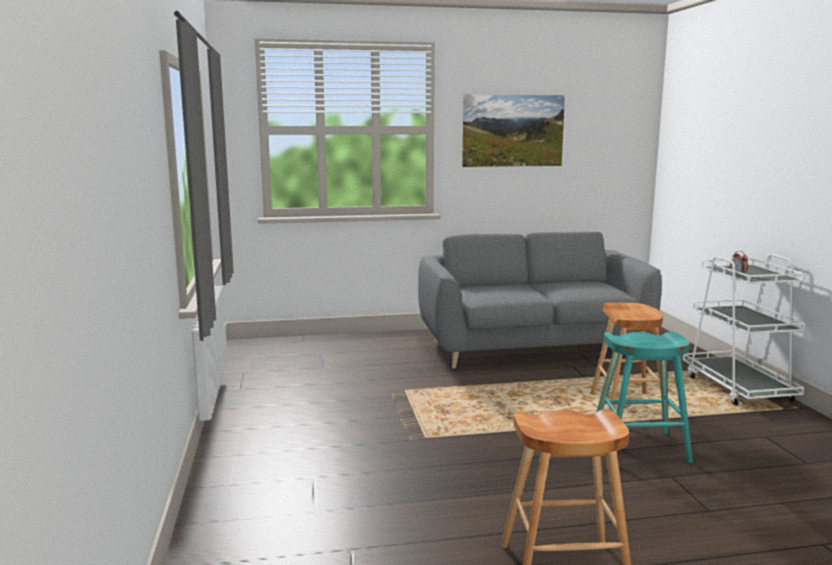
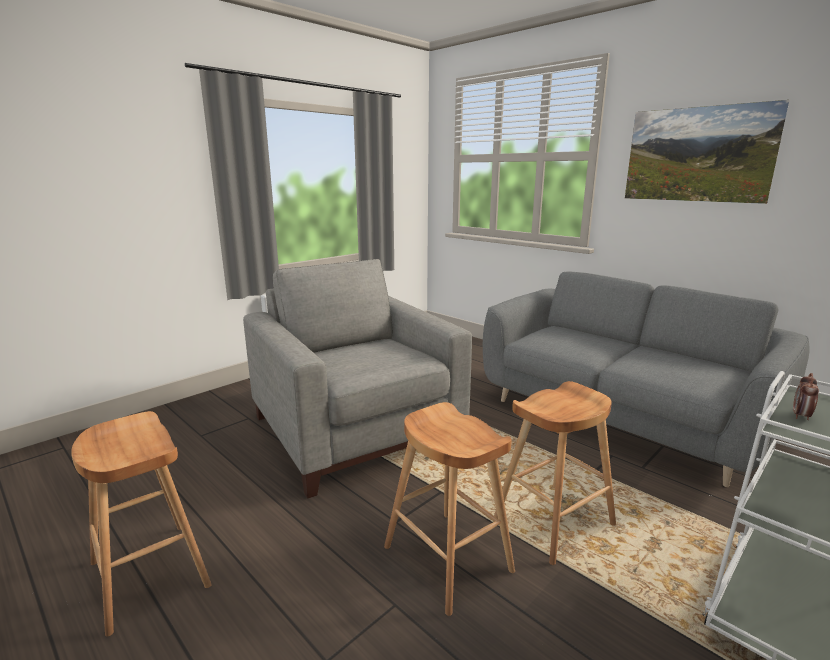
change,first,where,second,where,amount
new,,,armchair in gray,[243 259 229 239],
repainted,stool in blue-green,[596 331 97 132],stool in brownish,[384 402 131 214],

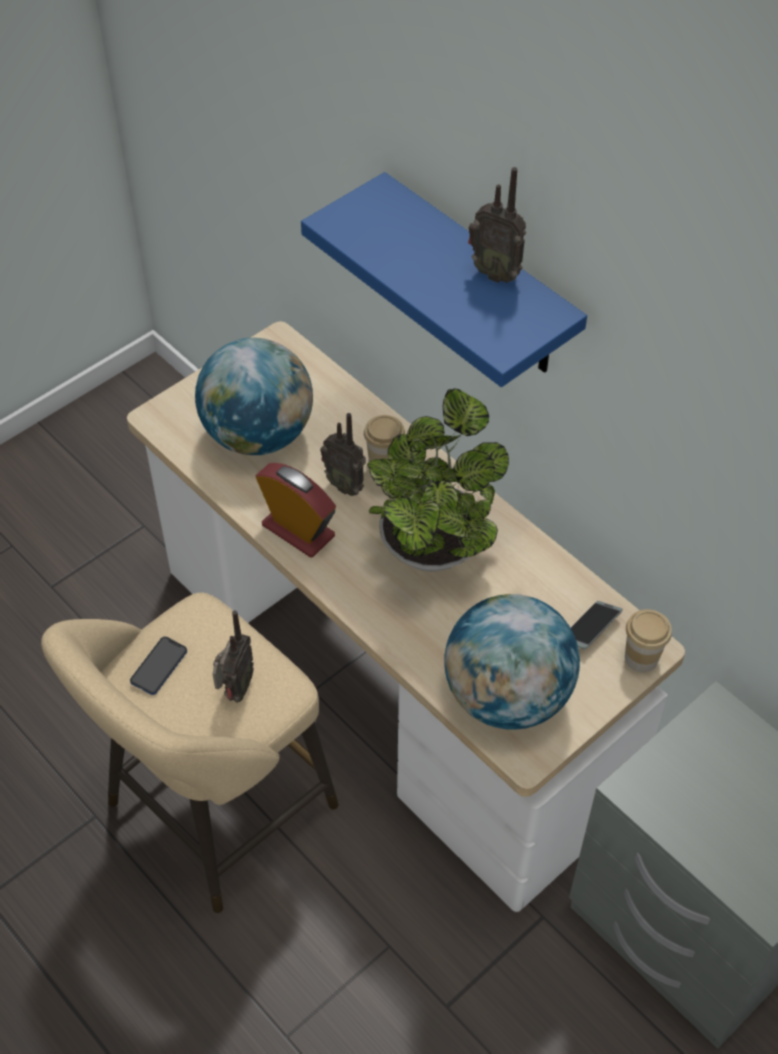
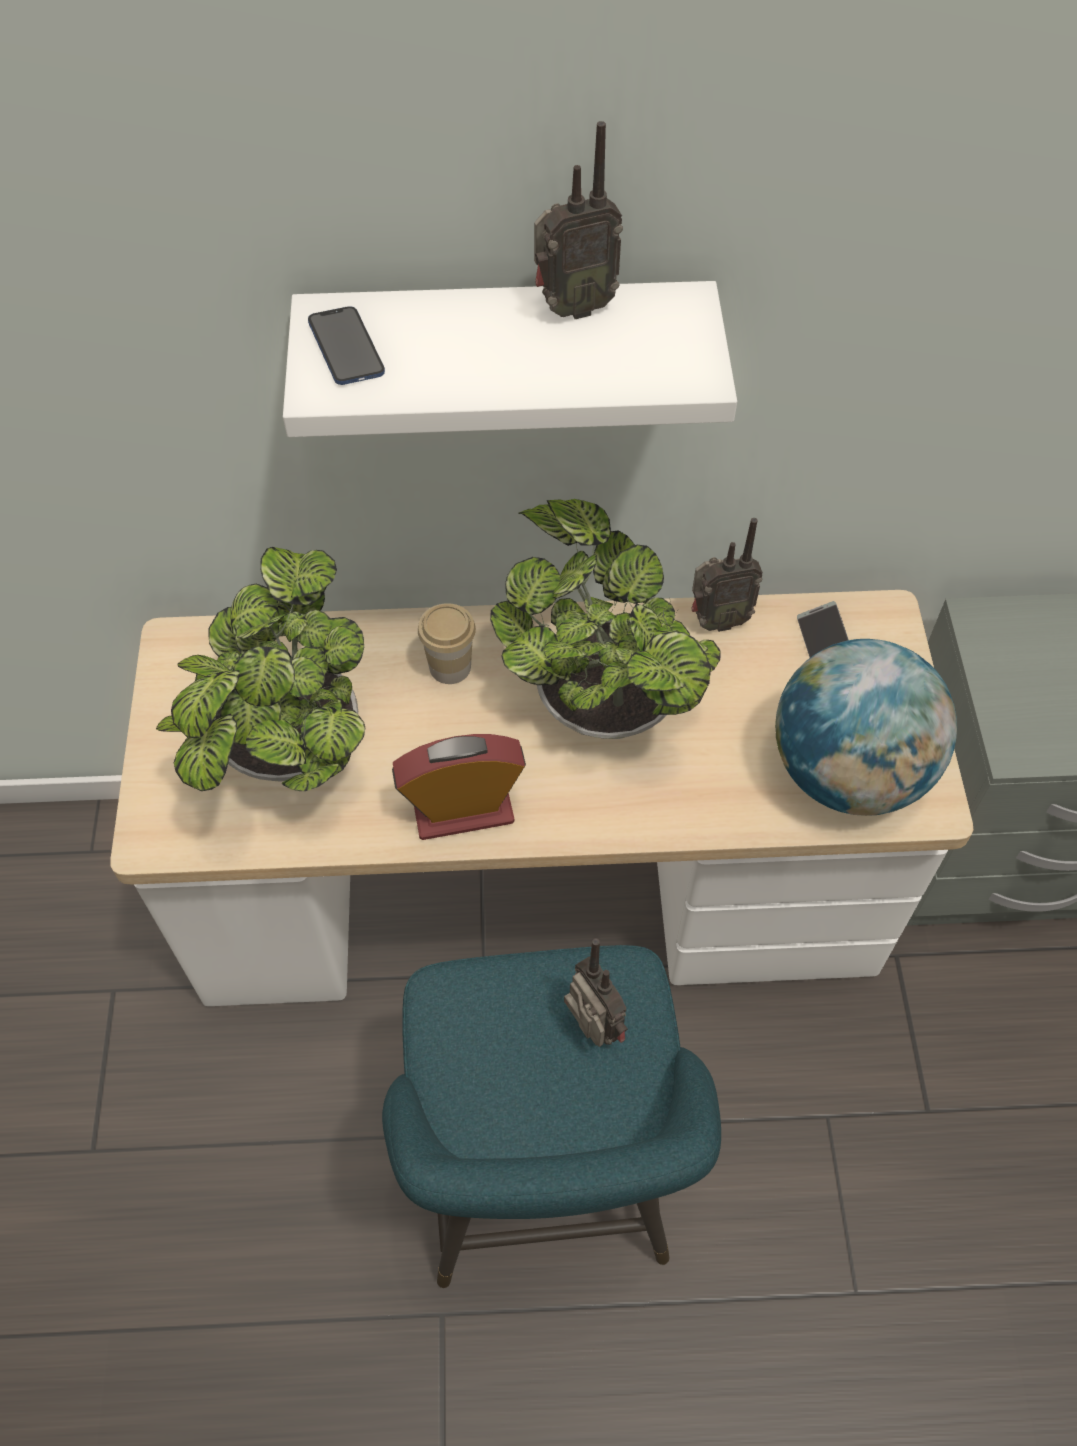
change,first,where,second,where,amount
gone,cup,[625 609 47 64],,,
shifted,phone,[130 637 57 58],,[308 306 77 79],
shifted,radio receiver,[320 413 46 83],,[692 518 71 114],
swapped,globe,[195 338 118 117],potted plant,[156 547 209 244],
repainted,stool in sand-coloured,[41 593 297 320],stool in blue-green,[382 945 339 343],
repainted,shelf in blue-coloured,[301 172 286 215],shelf in whitish,[283 281 454 156],

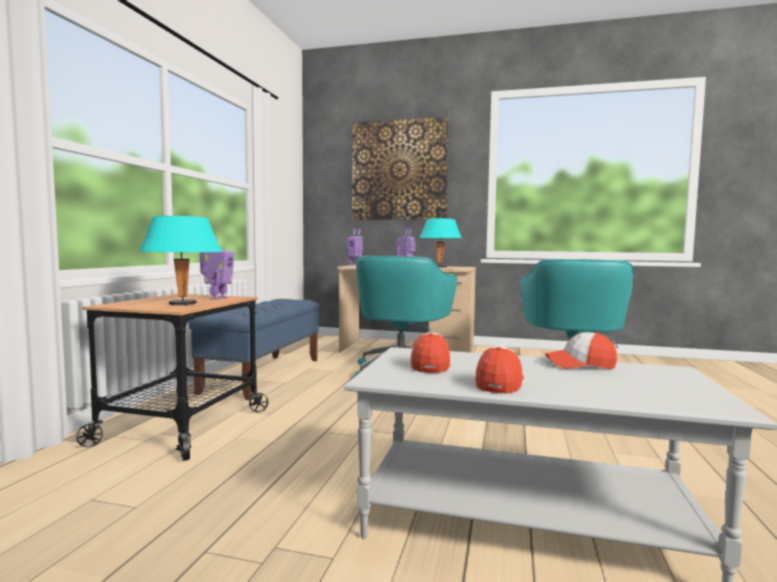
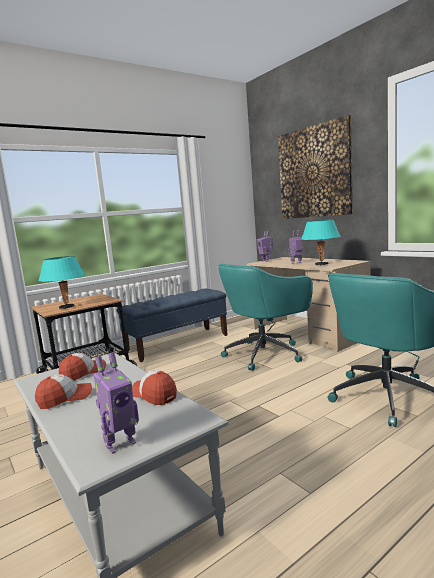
change,first,where,second,where,amount
shifted,robot figure,[199 236 35 64],,[93 352 46 102],

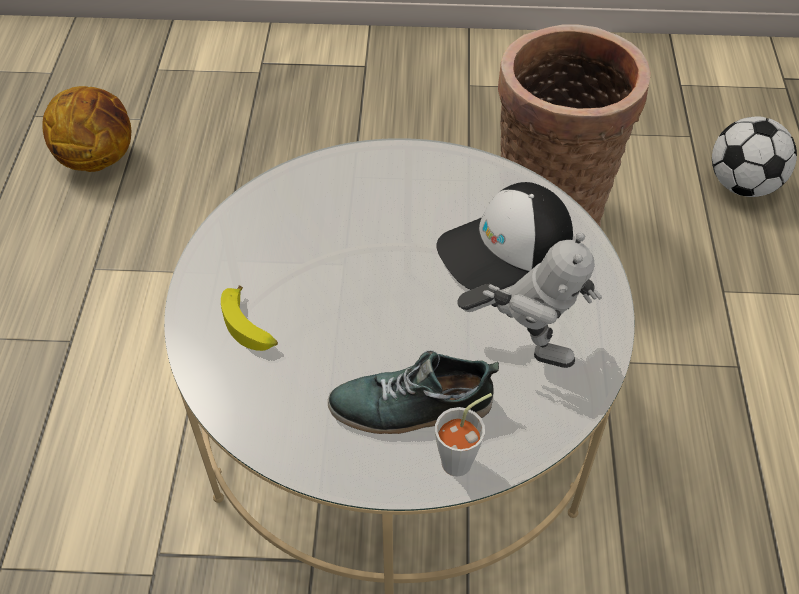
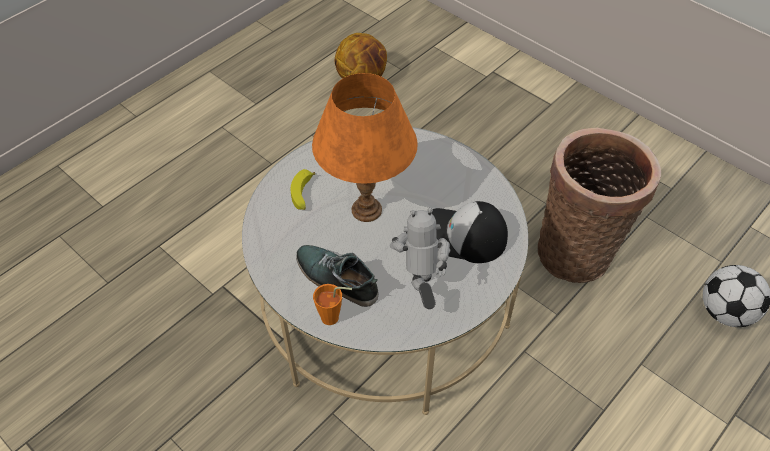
change,first,where,second,where,amount
new,,,lamp for a table in orange,[312 73 106 149],
repainted,cup in gray,[435 393 57 83],cup in orange,[313 284 39 41],
rotated,robot figure,[457 232 145 136],,[390 208 61 101],150 degrees counterclockwise

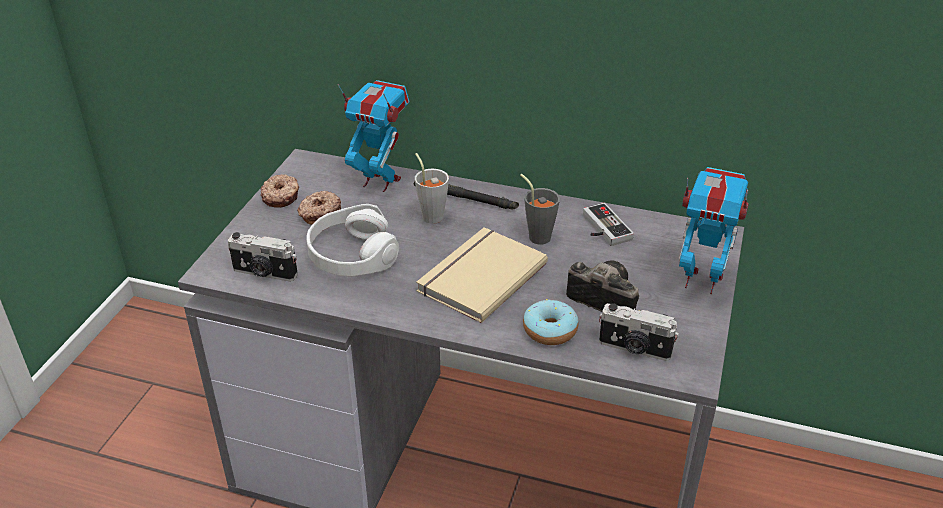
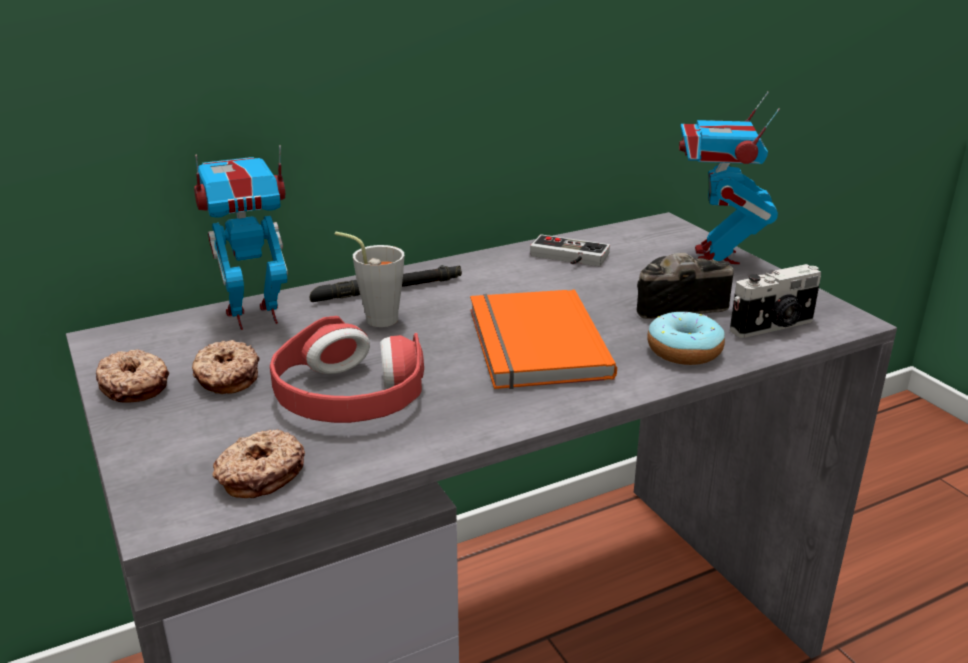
change,first,where,second,where,amount
gone,cup in gray,[520 174 40 70],,,
swapped,photo camera,[228 232 70 50],doughnut,[212 429 93 69],
repainted,headphones in whitish,[307 204 92 73],headphones in red,[270 316 154 107],
repainted,book in sand-coloured,[416 227 132 96],book in orange,[470 289 147 100],
rotated,robot figure,[679 167 70 127],,[679 92 101 172],60 degrees counterclockwise

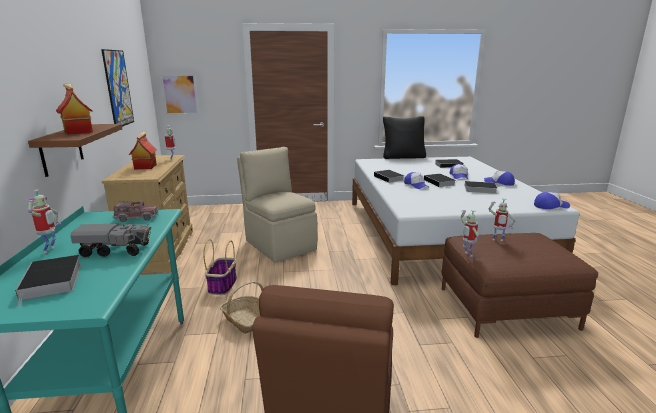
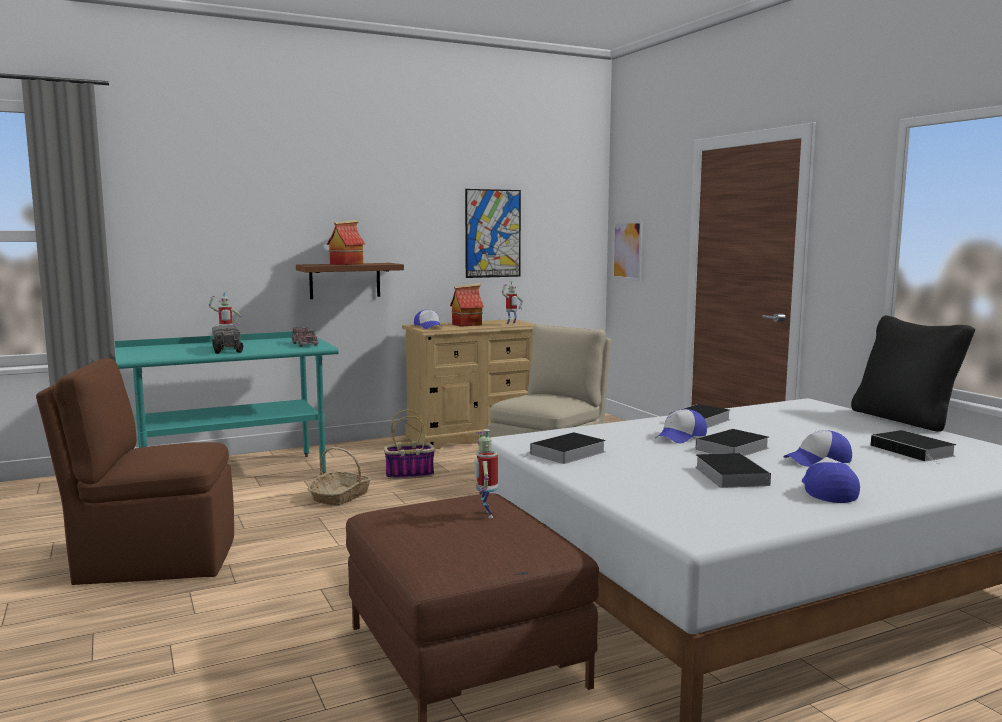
change,first,where,second,where,amount
gone,robot figure,[461 210 18 47],,,
shifted,book,[15 255 66 52],,[524 432 82 32],
shifted,peaked cap,[534 192 36 17],,[414 310 29 19],

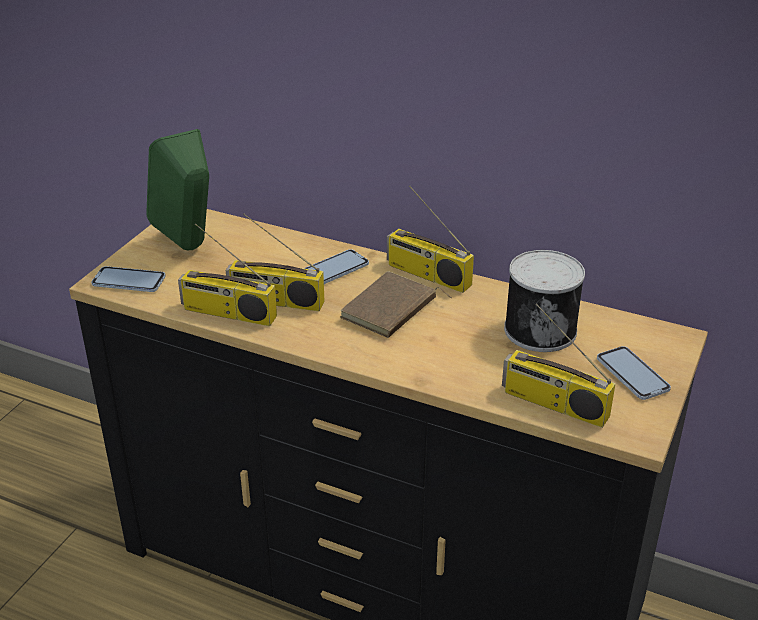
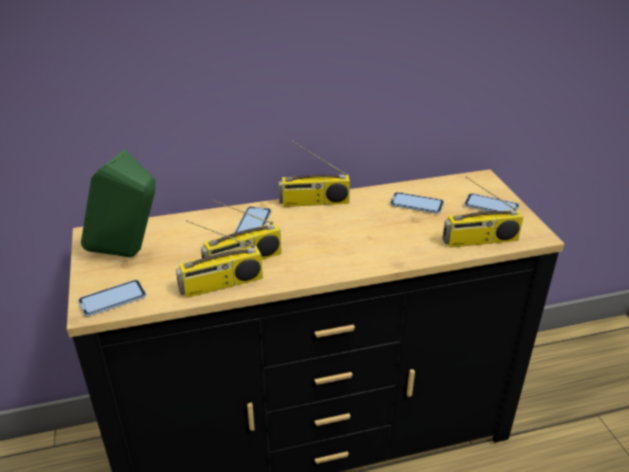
change,first,where,second,where,amount
gone,book in brownish,[340 271 112 67],,,
swapped,metal can,[504 250 81 102],phone,[390 192 54 22],

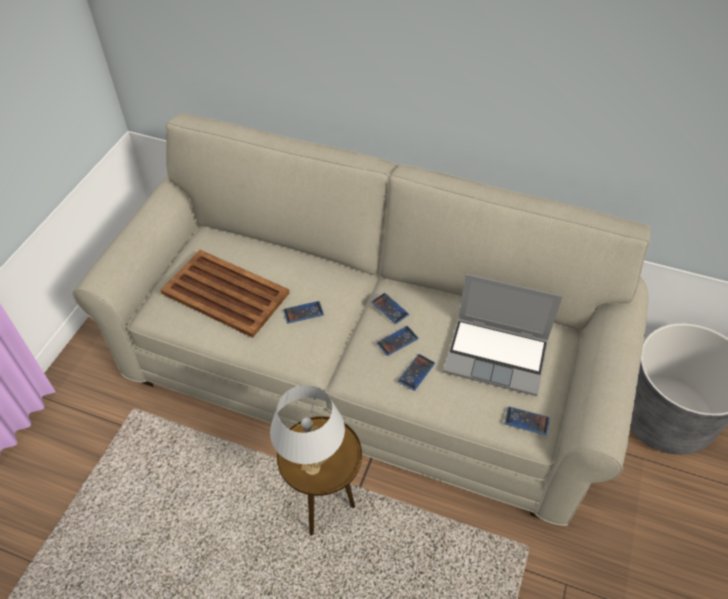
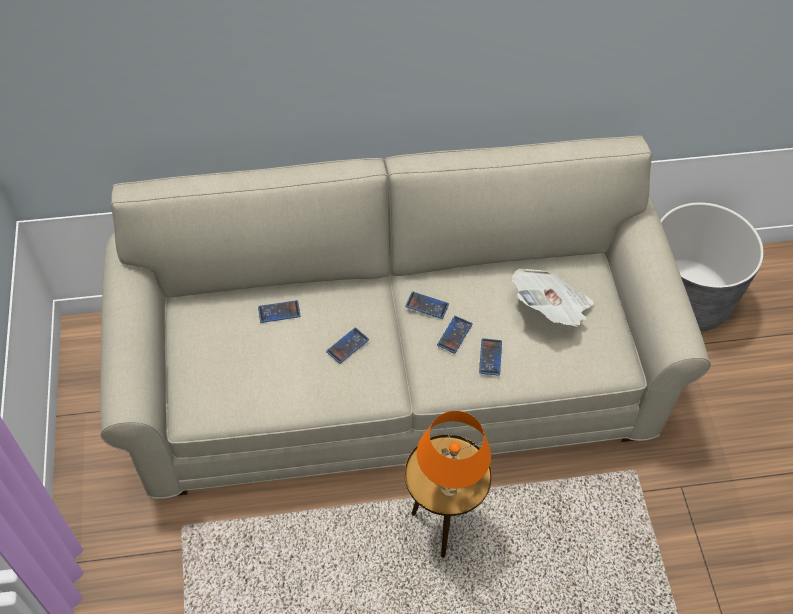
change,first,where,second,where,amount
gone,serving tray in brownish,[161 250 128 88],,,
shifted,phone,[505 407 45 28],,[258 300 43 23],
swapped,portable computer,[443 274 120 122],daily paper,[512 269 82 58],
repainted,lamp for a table in whitish,[270 385 75 90],lamp for a table in orange,[417 411 74 86],

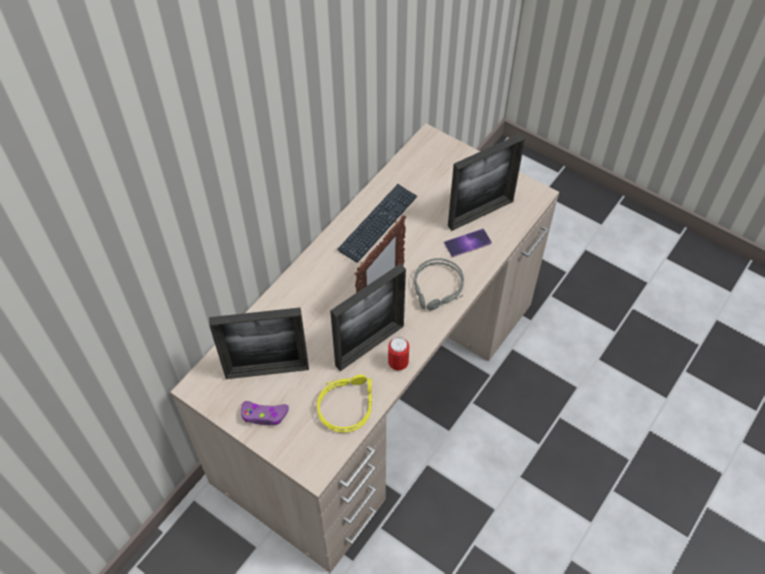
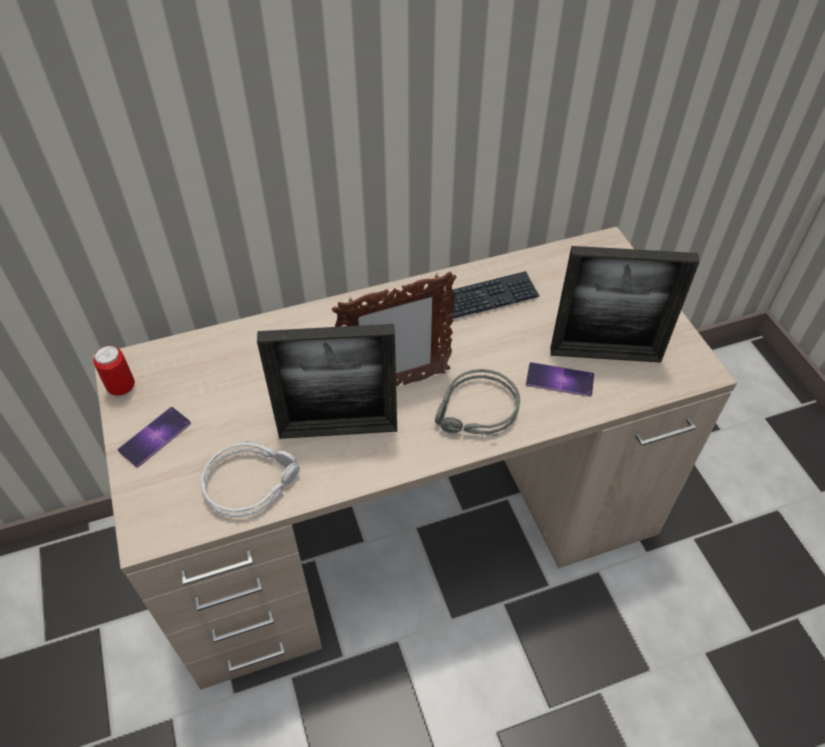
change,first,where,second,where,amount
gone,standing frame,[209 307 100 72],,,
shifted,metal can,[388 337 21 34],,[93 345 42 52],
swapped,gamepad in purple-coloured,[241 401 48 24],phone,[118 407 73 60],
repainted,headphones in yellow-coloured,[317 375 55 57],headphones in gray,[200 440 100 77],

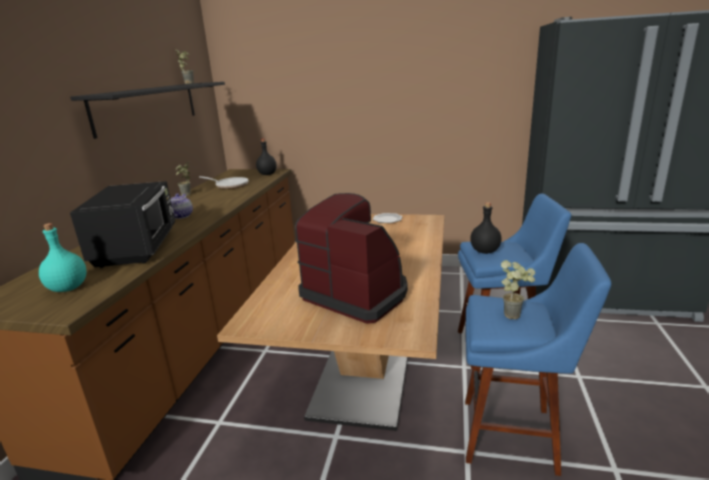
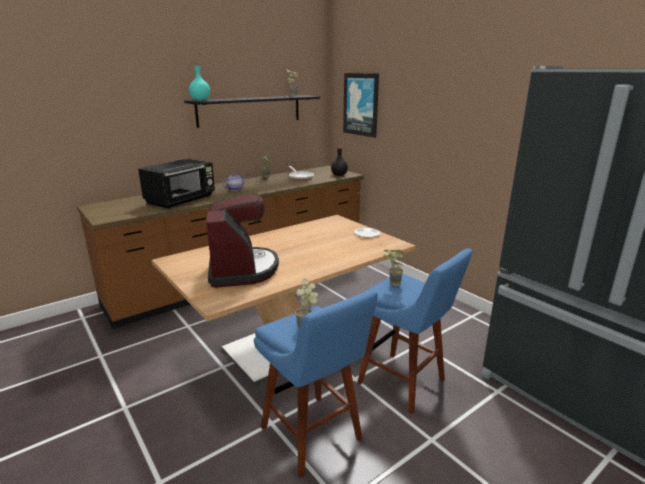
change,first,where,second,where,amount
new,,,wall picture,[343 73 36 65],
shifted,beverage bottle in blue-green,[39 223 48 69],,[189 63 21 37],
swapped,beverage bottle in black-coloured,[470 202 32 52],potted plant,[383 250 22 36],

